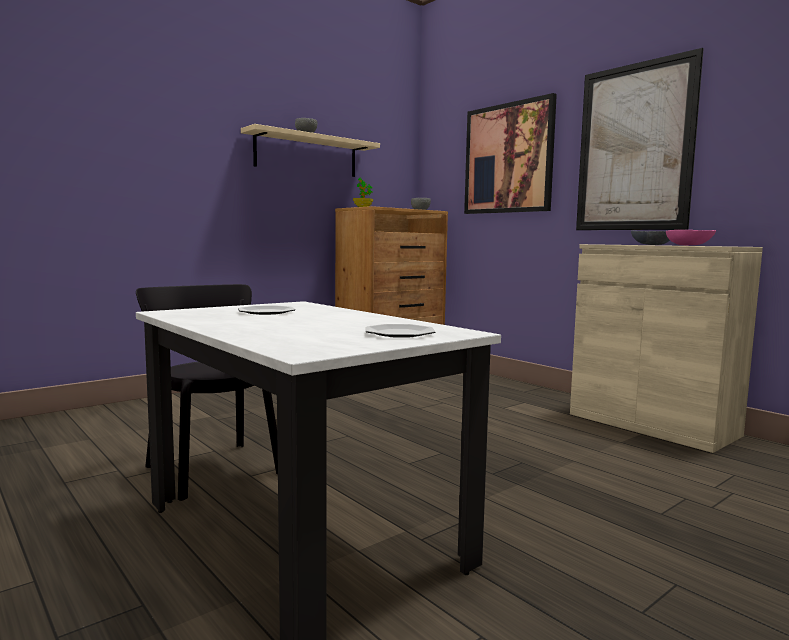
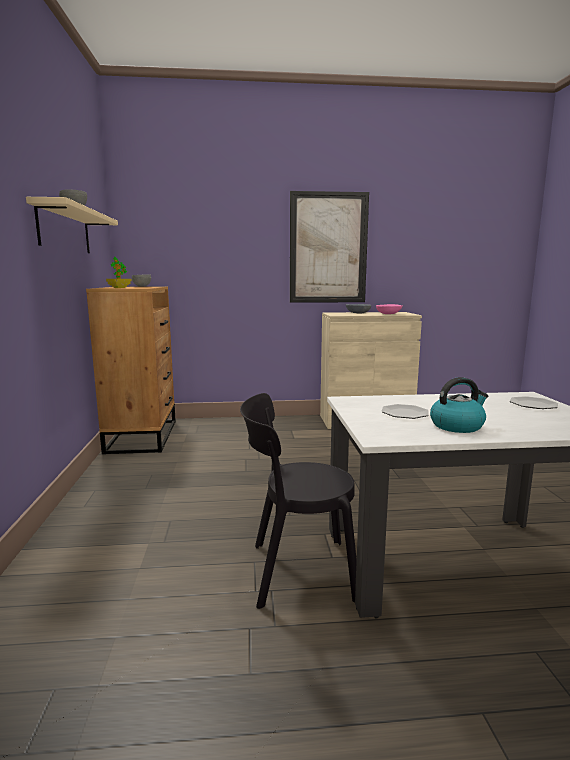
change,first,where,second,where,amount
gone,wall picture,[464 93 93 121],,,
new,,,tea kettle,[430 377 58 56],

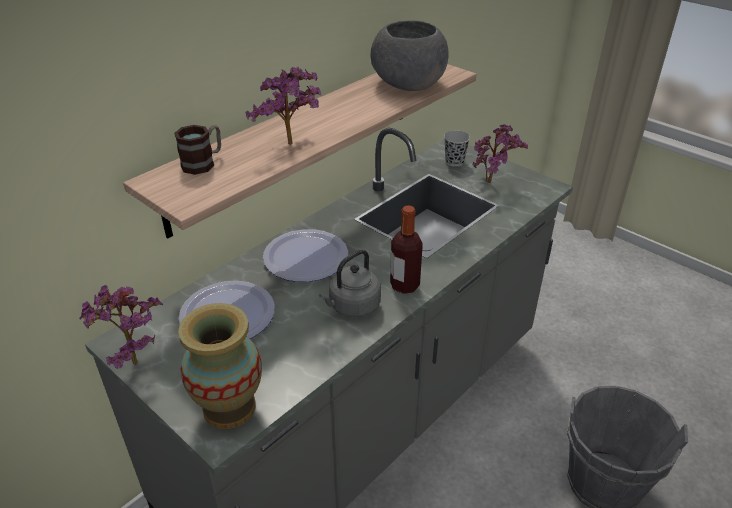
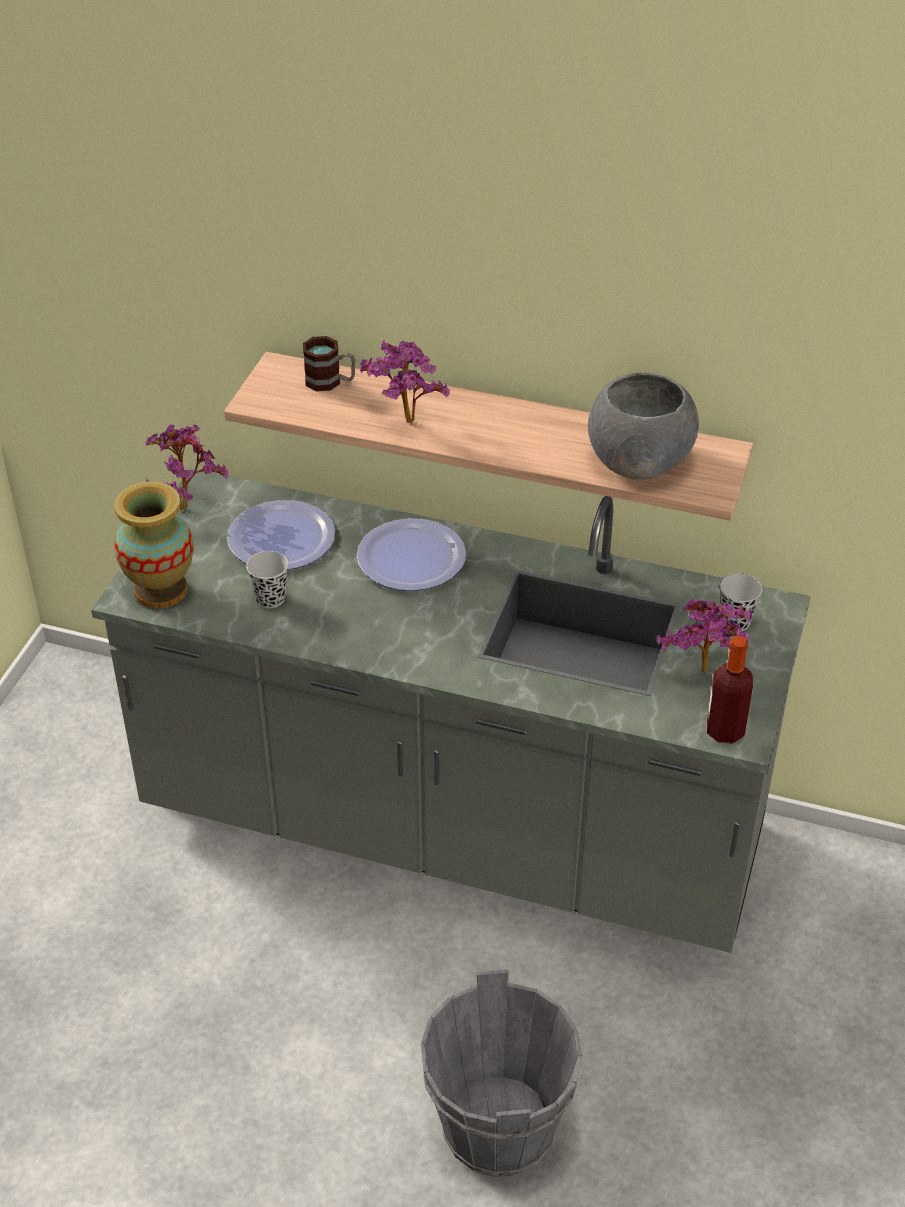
change,first,where,second,where,amount
gone,tea kettle in gray,[319 249 62 68],,,
new,,,cup in black-coloured,[246 551 42 57],
shifted,beverage bottle,[390 205 33 89],,[707 636 46 108],

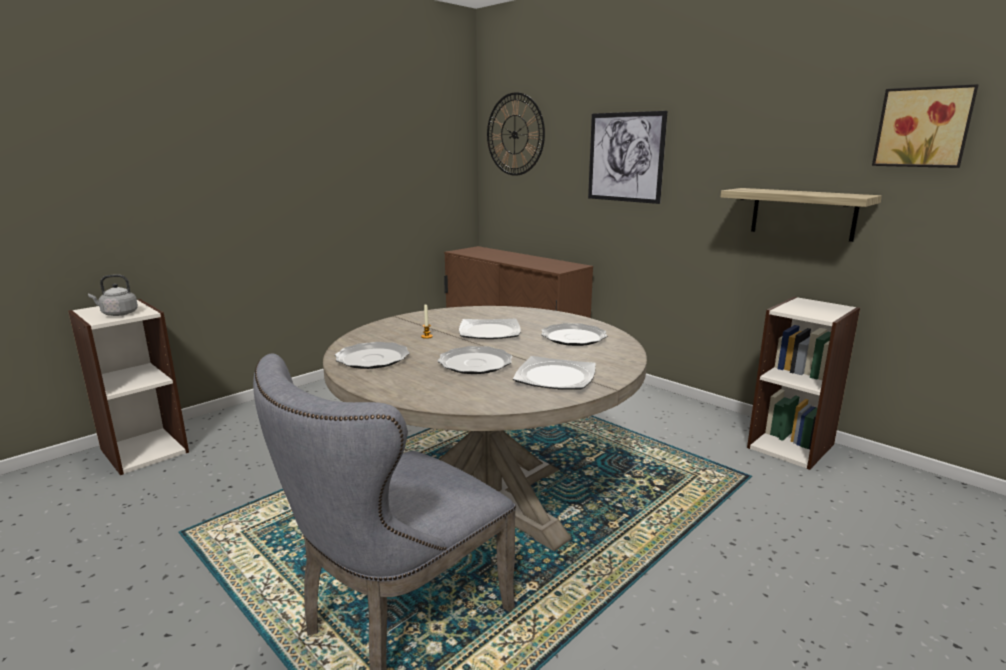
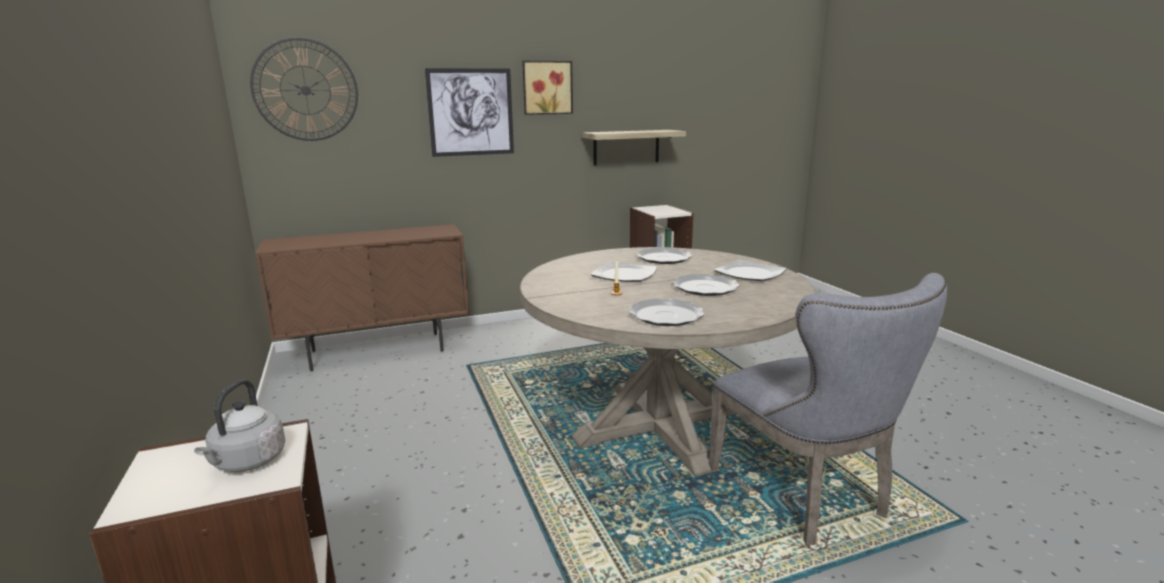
change,first,where,second,where,amount
shifted,wall picture,[872 84 106 84],,[522 61 51 54],

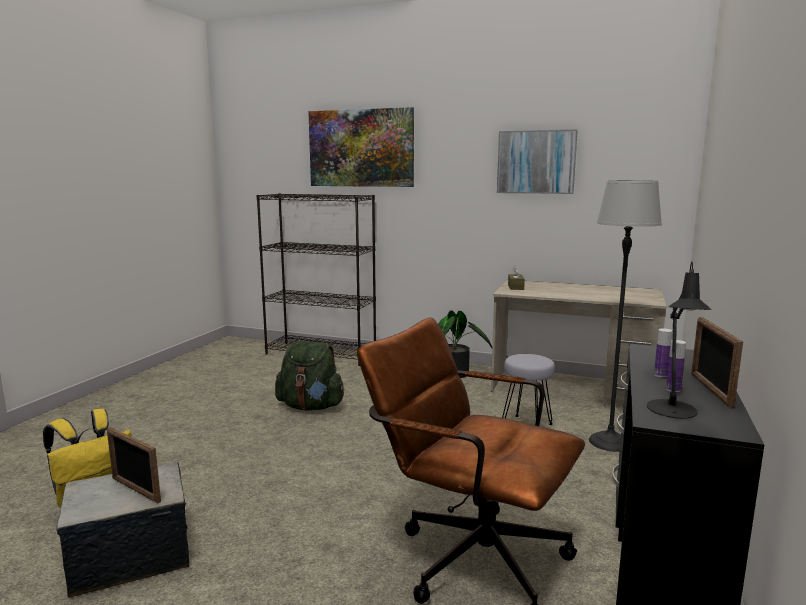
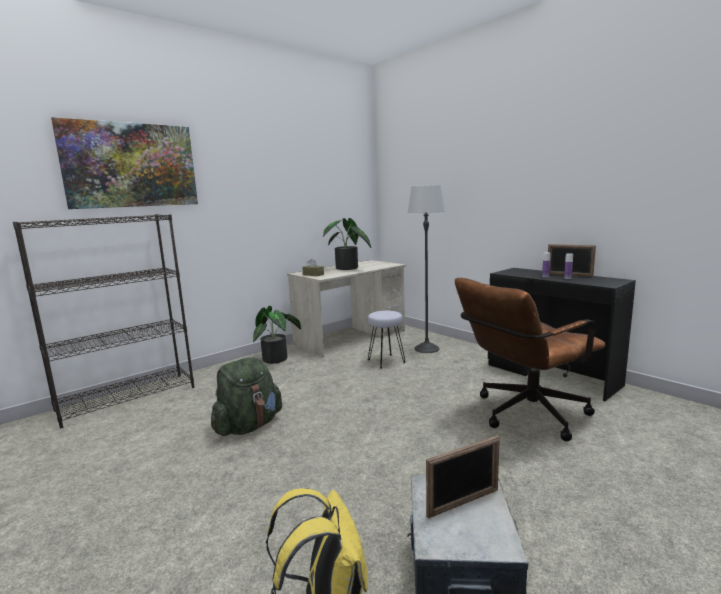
change,first,where,second,where,amount
gone,wall picture,[497 130 81 64],,,
gone,lamp for a table in black-coloured,[647 262 65 157],,,
new,,,potted plant,[323 218 48 52],

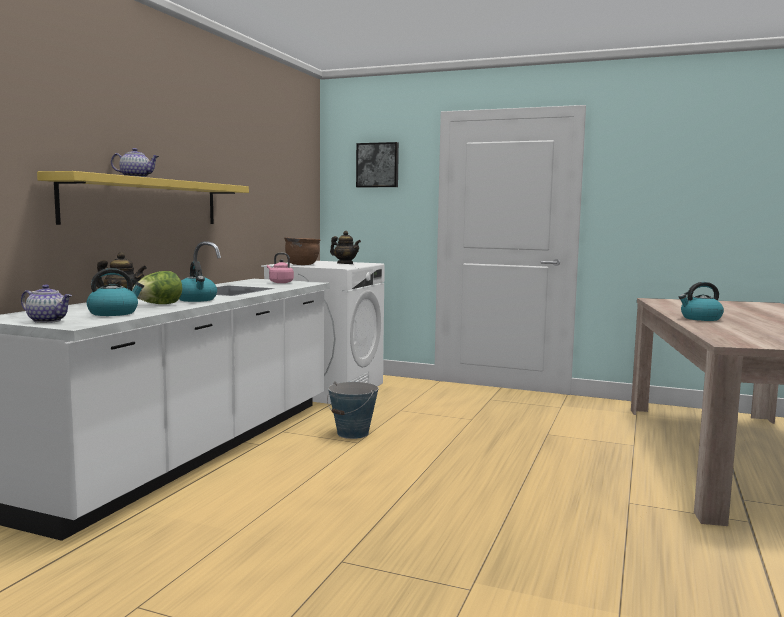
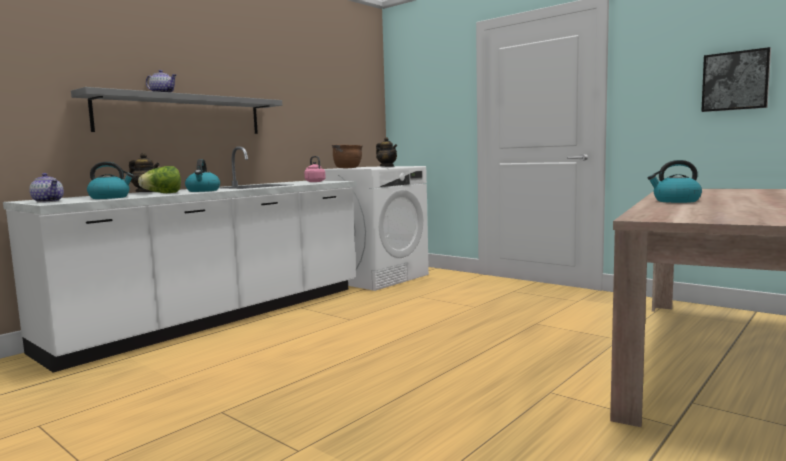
change,first,where,second,where,amount
gone,pail,[327 382 52 57],,,
shifted,wall picture,[356 142 43 45],,[701 47 70 65],
repainted,shelf in yellow-coloured,[37 171 212 54],shelf in gray,[71 87 211 47],

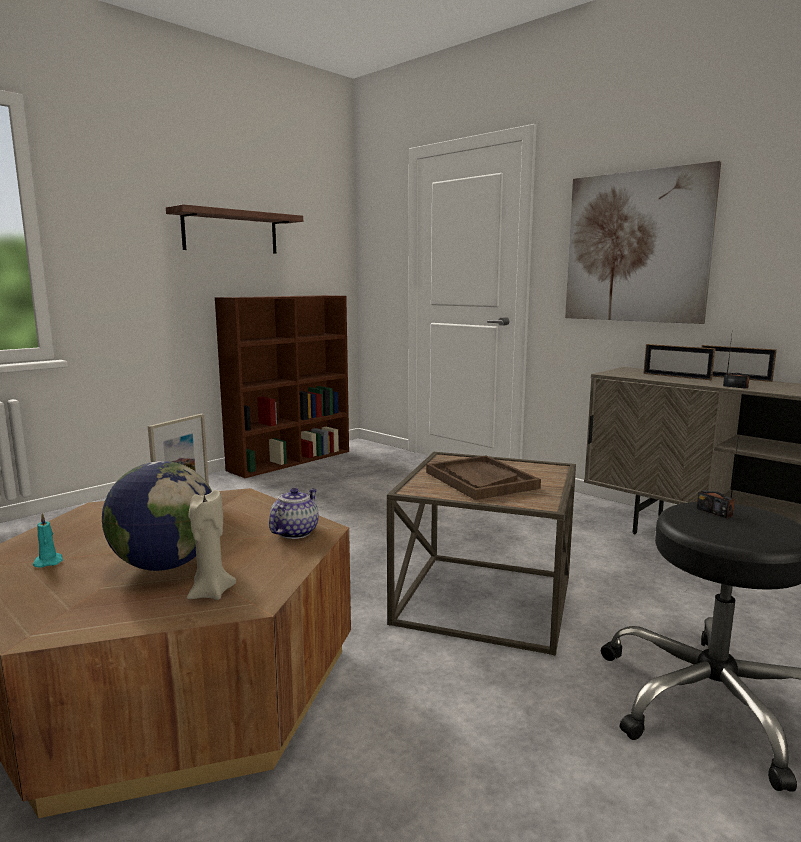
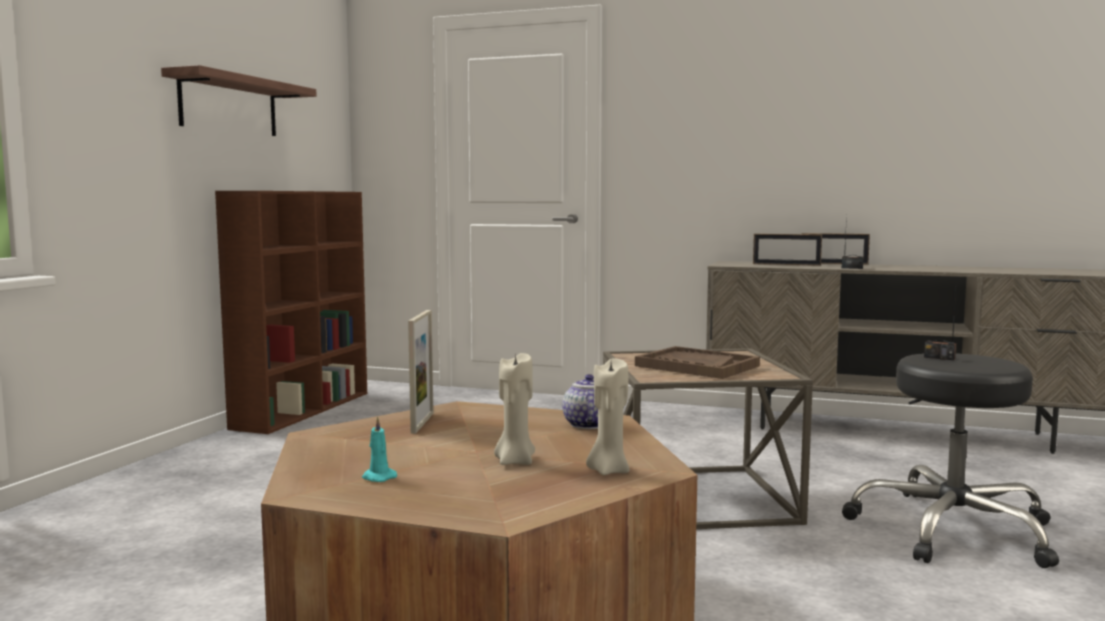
change,first,where,second,where,amount
gone,wall picture,[565 161 156 163],,,
swapped,globe,[102 461 110 110],wax candle in sand-coloured,[494 352 41 113],

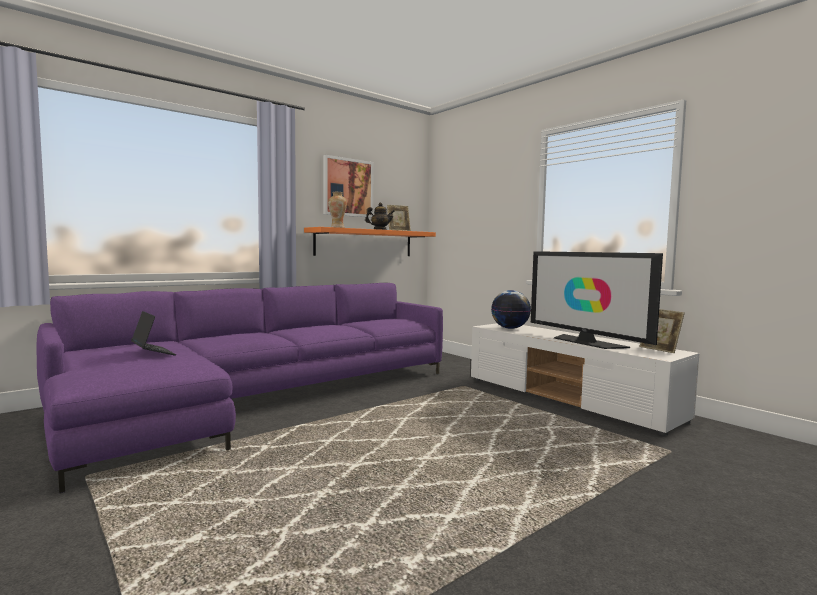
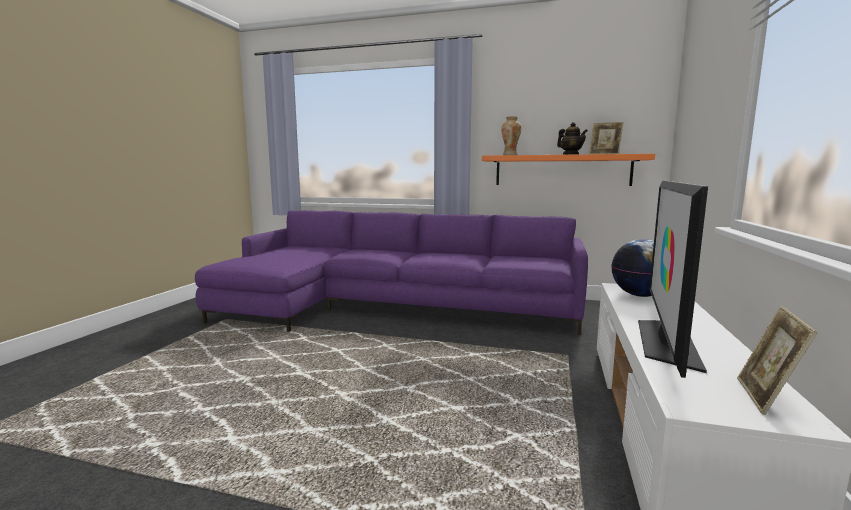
change,first,where,second,where,amount
gone,portable computer,[131 311 45 45],,,
gone,wall picture,[323 155 51 63],,,

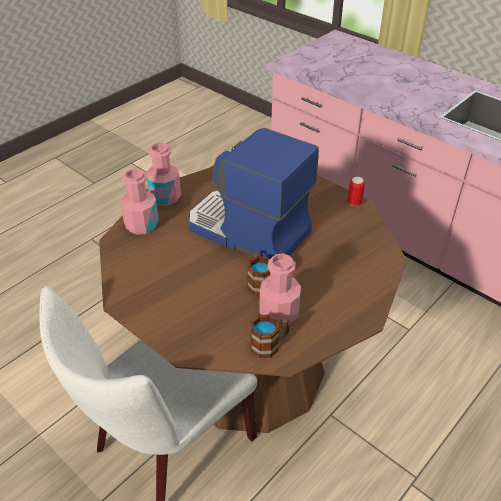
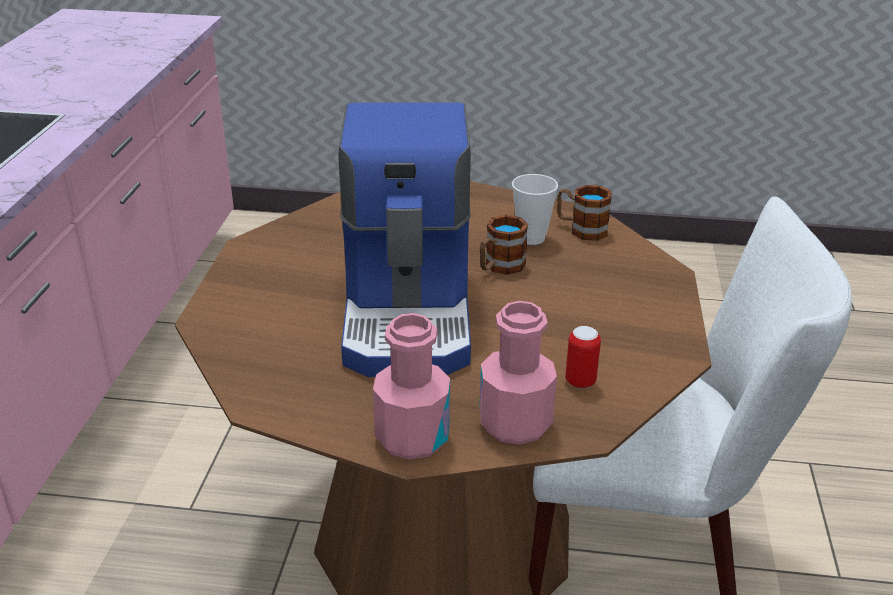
change,first,where,second,where,amount
shifted,metal can,[347 177 18 29],,[565 326 36 62],
swapped,beverage bottle in pinkish,[259 254 42 72],cup,[512 174 46 71],

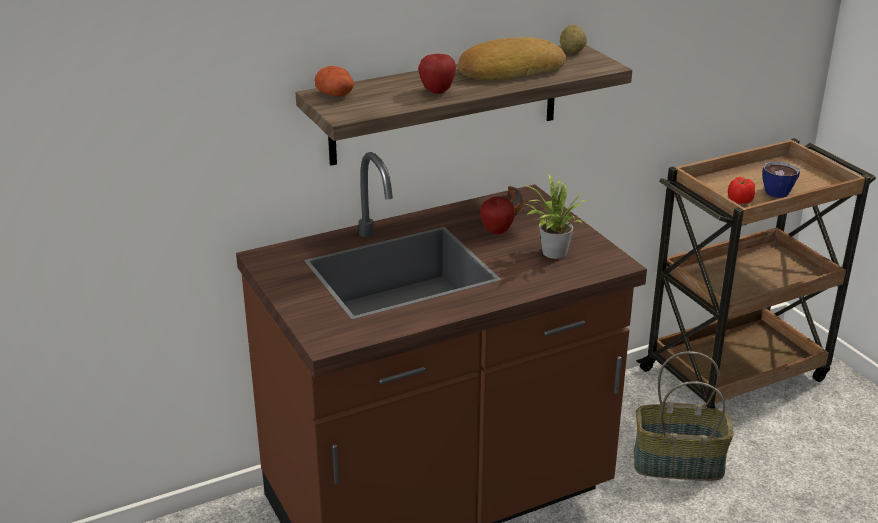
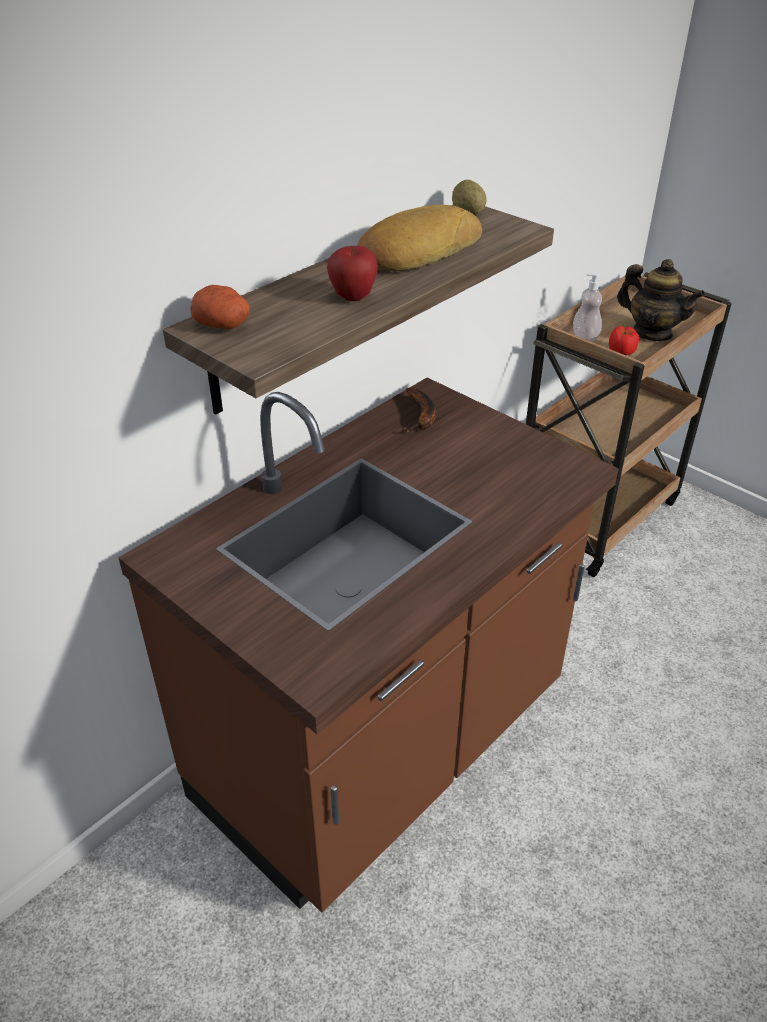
change,first,where,second,where,amount
gone,apple,[480 196 35 38],,,
gone,potted plant,[524 174 63 85],,,
gone,storage basket,[633 351 101 130],,,
new,,,soap dispenser,[573 271 29 71],
swapped,cup,[763 162 37 36],teapot,[617 259 88 82],

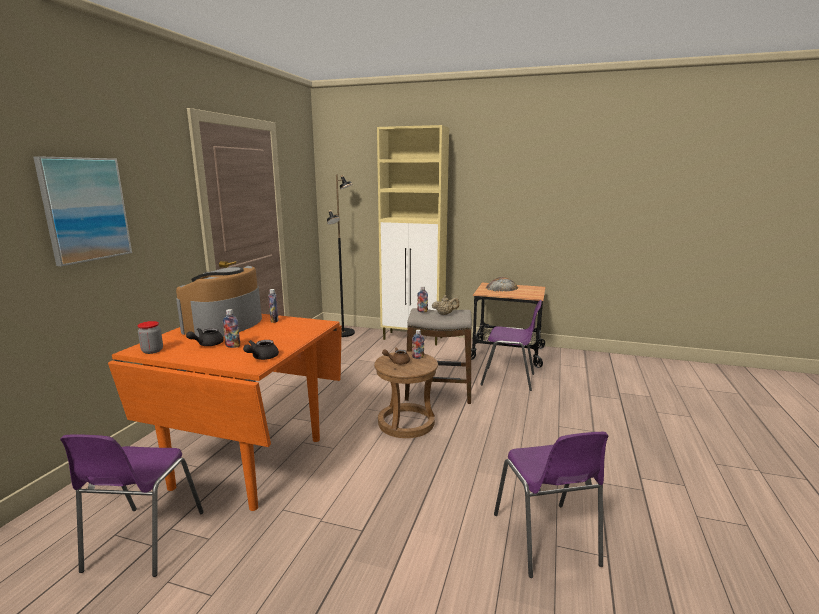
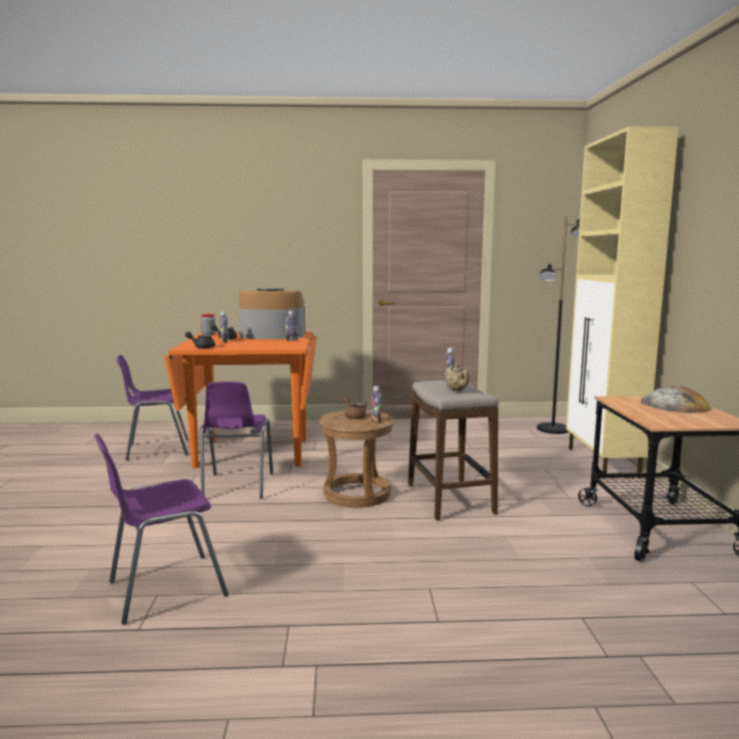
change,first,where,second,where,amount
gone,wall picture,[33 156 99 110],,,
shifted,plain chair in purple-coloured,[480 300 62 91],,[200 381 73 118],

